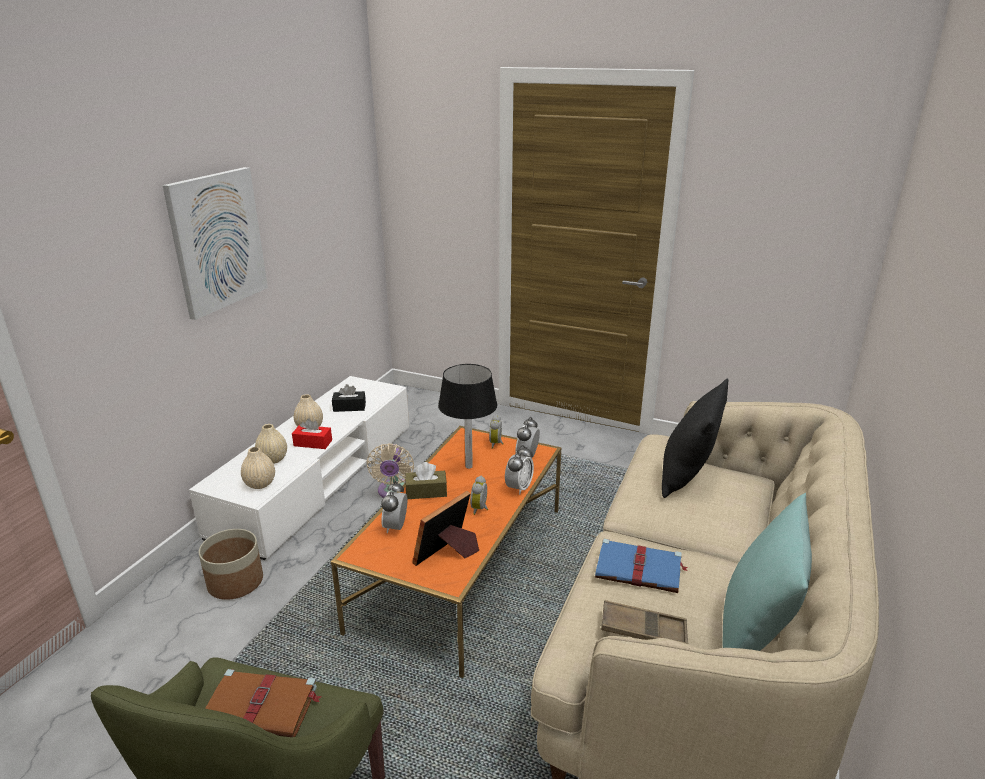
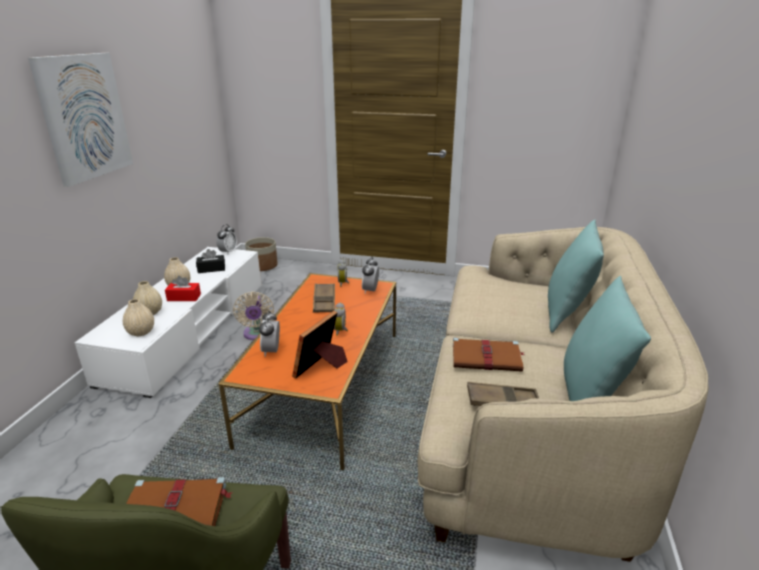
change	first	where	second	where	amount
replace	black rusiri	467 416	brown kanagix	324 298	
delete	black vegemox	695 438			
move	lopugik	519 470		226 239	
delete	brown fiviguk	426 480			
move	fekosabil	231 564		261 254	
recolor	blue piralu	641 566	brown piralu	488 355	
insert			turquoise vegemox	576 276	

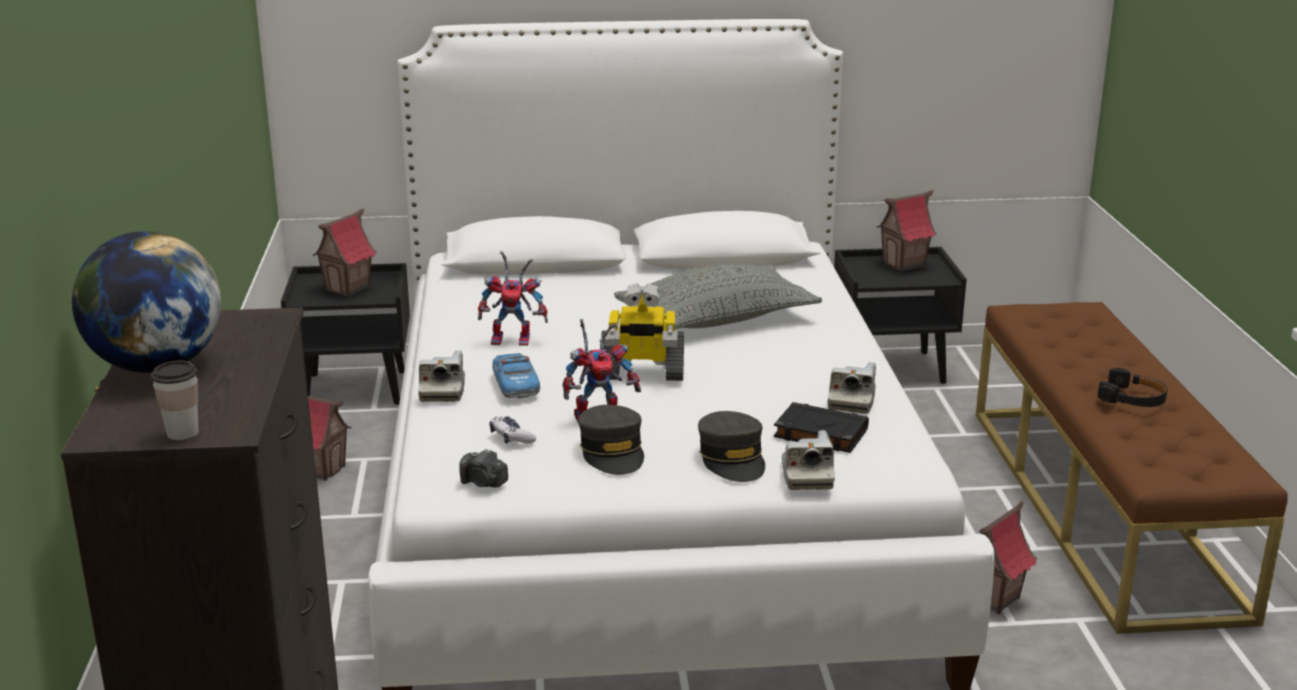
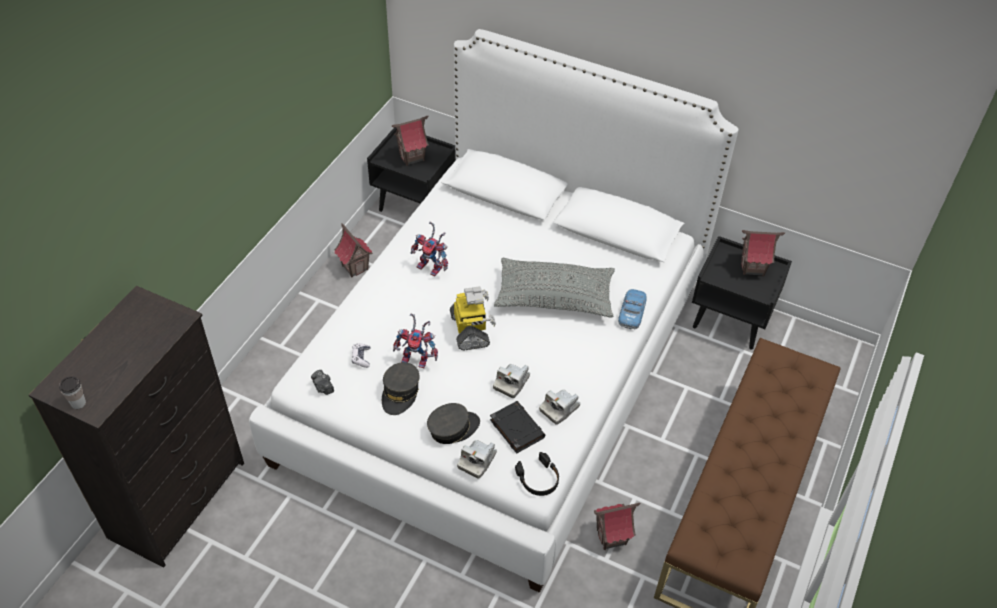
change	first	where	second	where	amount
delete	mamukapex	146 302			
rotate	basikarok	642 332		473 318	135 degrees counterclockwise
move	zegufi	441 376		511 381	
move	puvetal	516 376		632 309	
move	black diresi	1133 387		537 474	
rotate	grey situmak	731 446		453 423	135 degrees counterclockwise

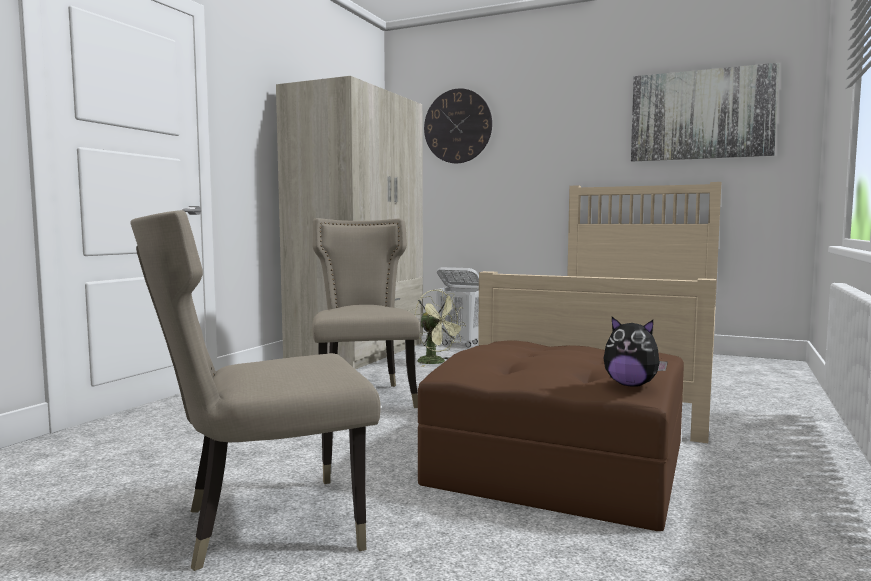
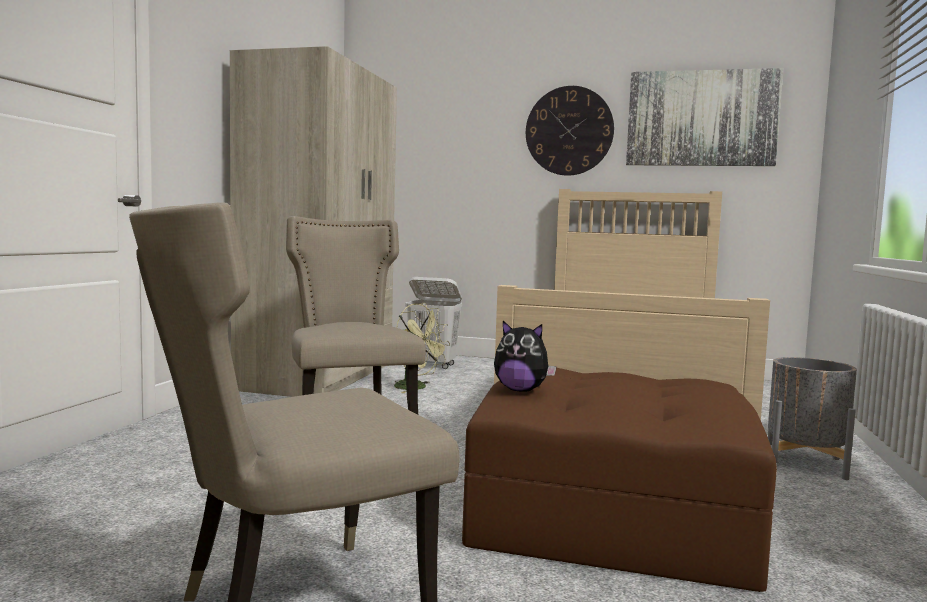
change	first	where	second	where	amount
move	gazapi	458 125		570 131	
move	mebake	635 352		525 356	
insert			grey fekosabil	812 418	

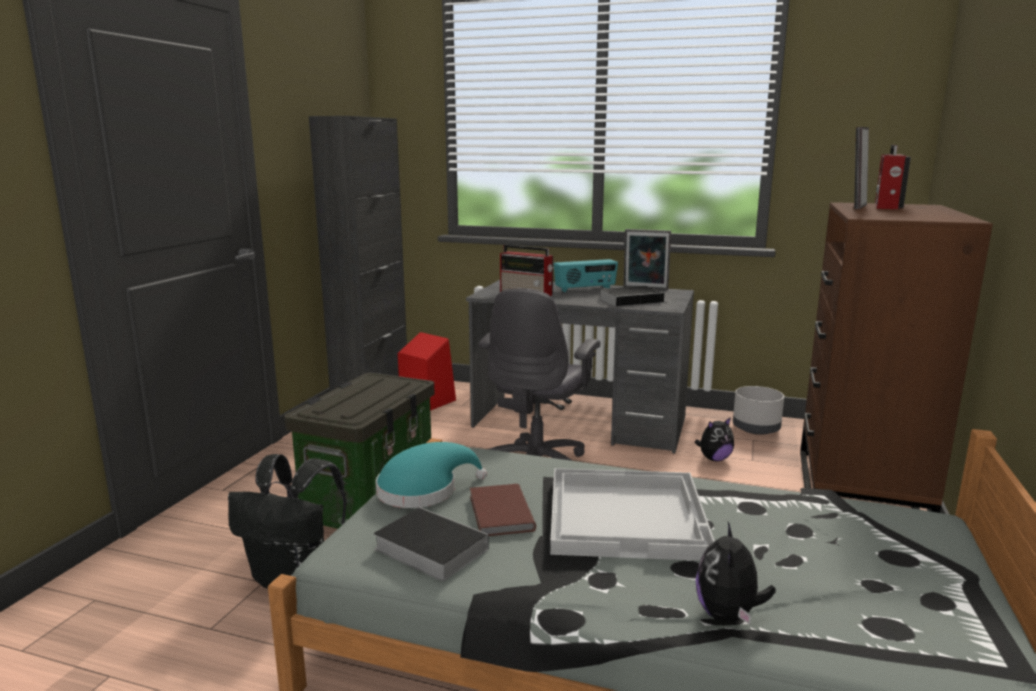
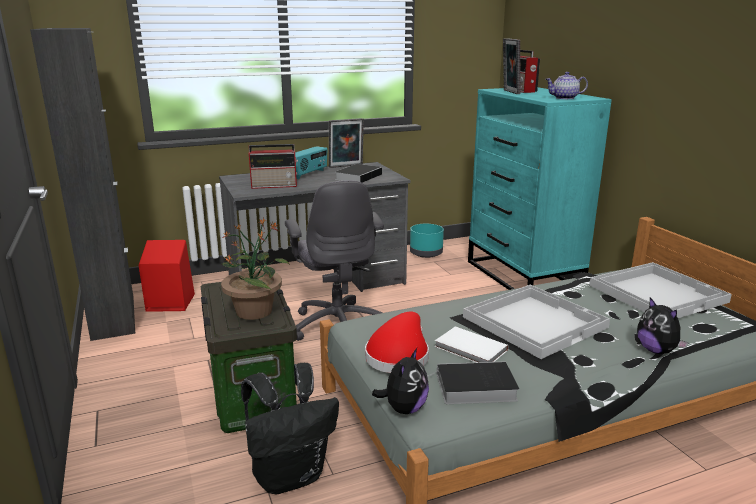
change	first	where	second	where	amount
recolor	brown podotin	896 357	turquoise podotin	540 188	
recolor	grey fekosabil	758 410	turquoise fekosabil	427 241	
move	mebake	714 439		400 381	
recolor	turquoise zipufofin	431 475	red zipufofin	397 342	
recolor	brown piralu	503 510	white piralu	471 344	
insert			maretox	566 85	
insert			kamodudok	255 269	
insert			white kanagix	660 290	

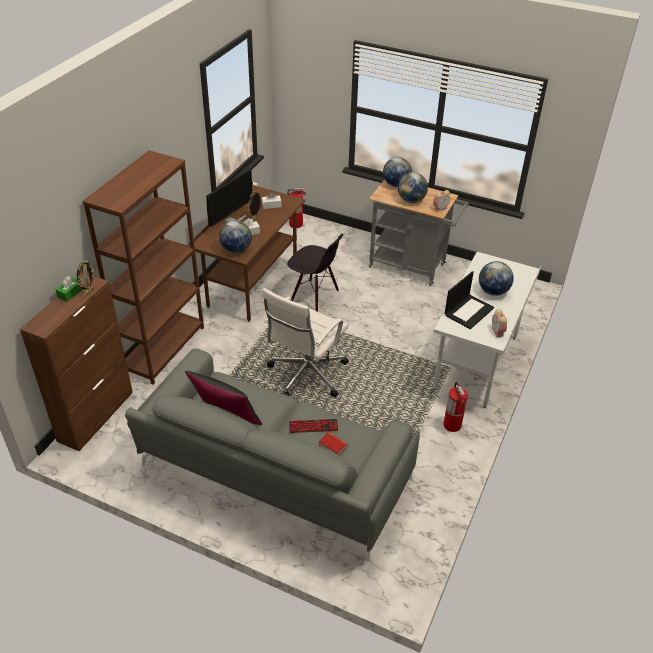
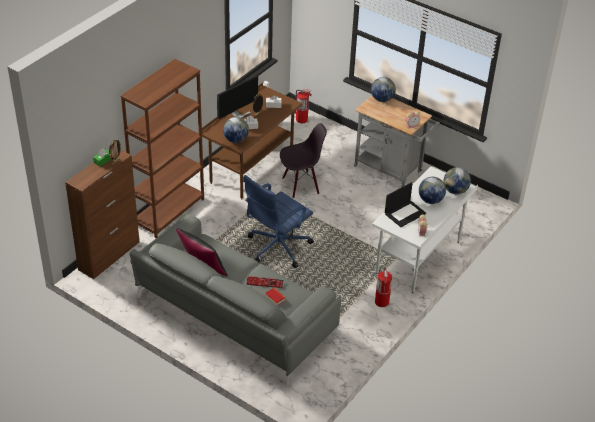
change	first	where	second	where	amount
move	mamukapex	413 187		457 181	
rotate	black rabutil	315 273		303 160	60 degrees counterclockwise
recolor	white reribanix	305 342	blue reribanix	278 221	

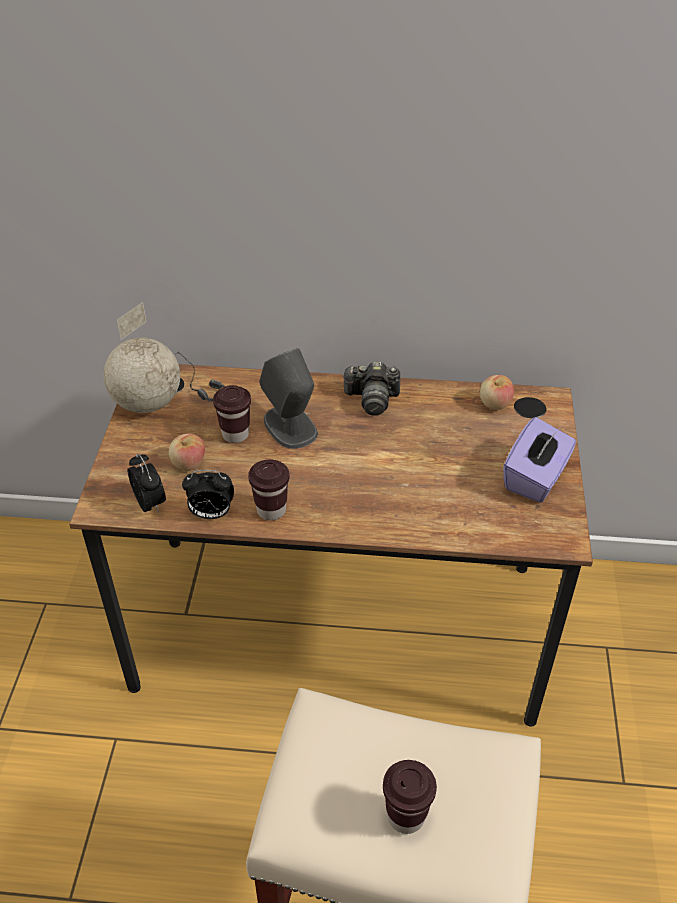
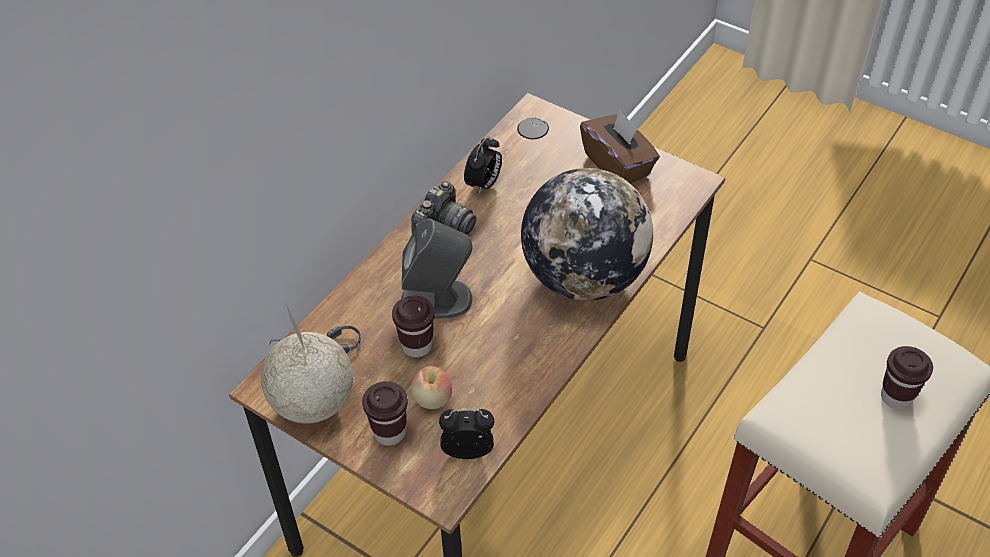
change	first	where	second	where	amount
delete	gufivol	497 392			
recolor	purple fiviguk	539 460	brown fiviguk	620 147	
move	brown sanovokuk	268 490		385 413	
move	lopugik	208 494		483 165	
insert			mamukapex	587 234	

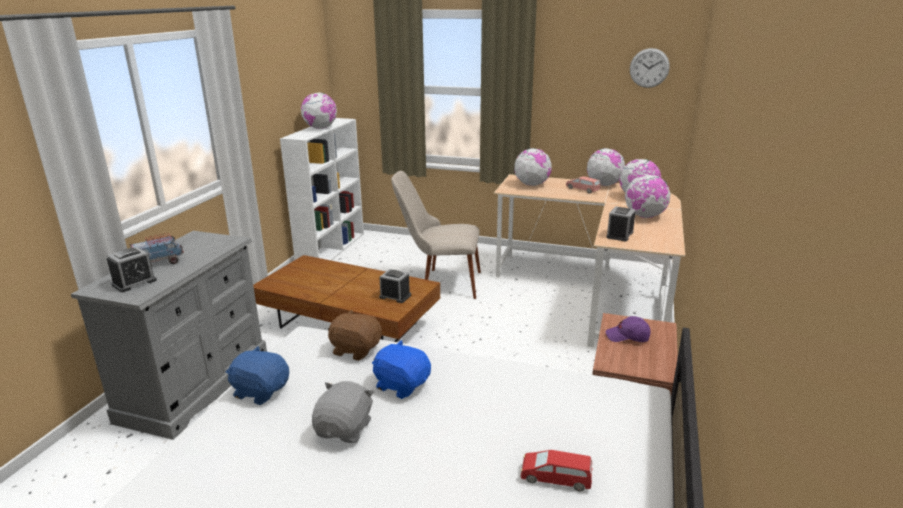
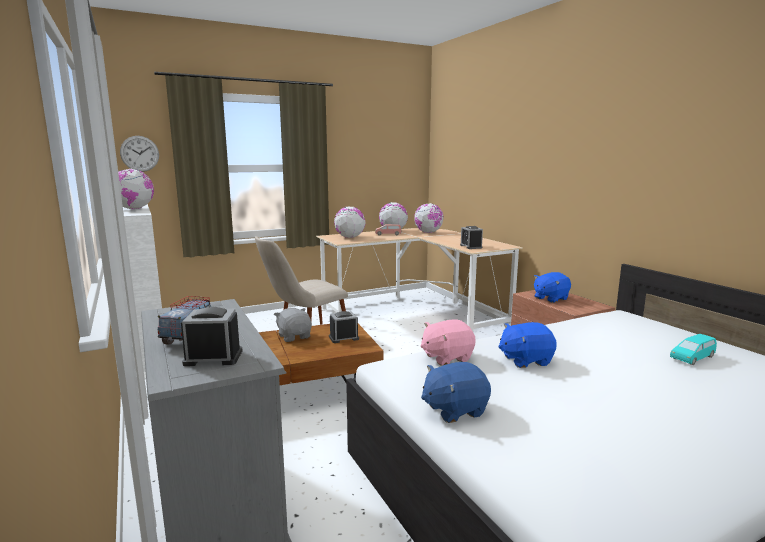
change	first	where	second	where	amount
move	gazapi	650 68		139 154	
delete	mamukapex	648 196			
rotate	lopugik	132 269		211 336	90 degrees counterclockwise
recolor	brown mebake	355 335	pink mebake	448 343	
replace	purple situmak	628 329	blue mebake	552 287	
move	grey mebake	343 412		293 325	
recolor	red puvetal	556 471	turquoise puvetal	693 349	

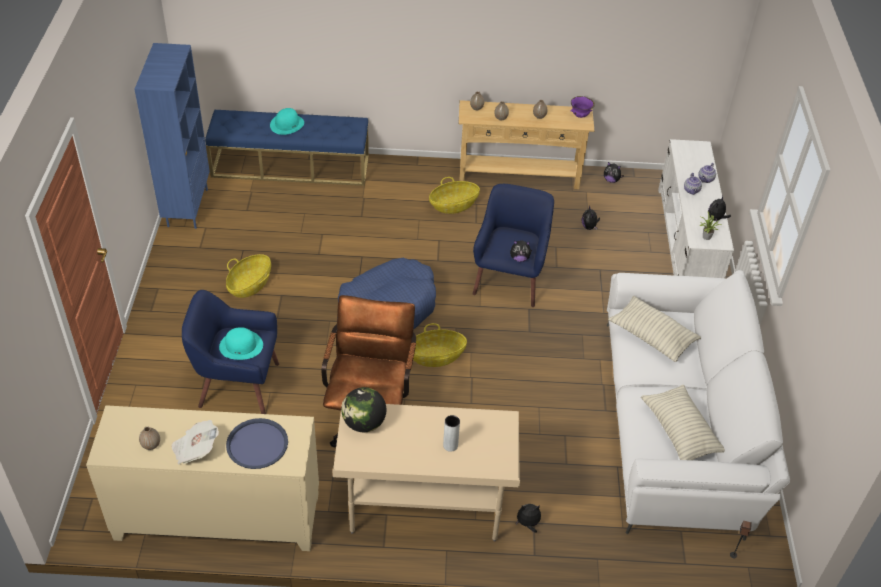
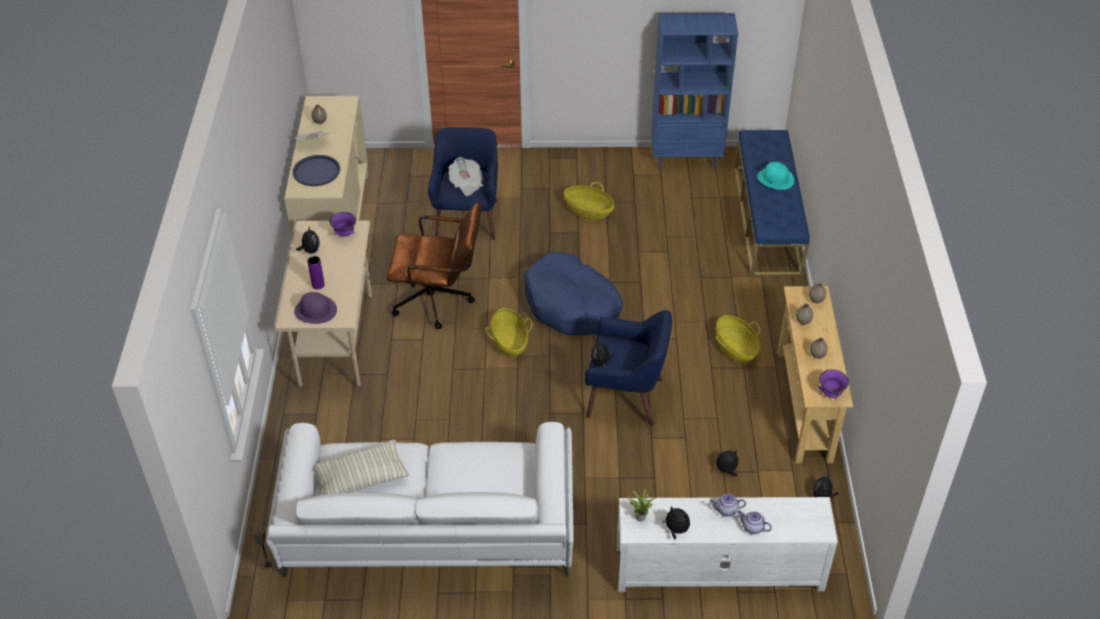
change	first	where	second	where	amount
delete	vegemox	654 329			
replace	turquoise zipufofin	241 343	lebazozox	466 176	
replace	mamukapex	363 409	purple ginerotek	343 224	
recolor	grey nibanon	451 433	purple nibanon	316 272	
move	mebake	528 518		308 239	
insert			purple zipufofin	315 308	

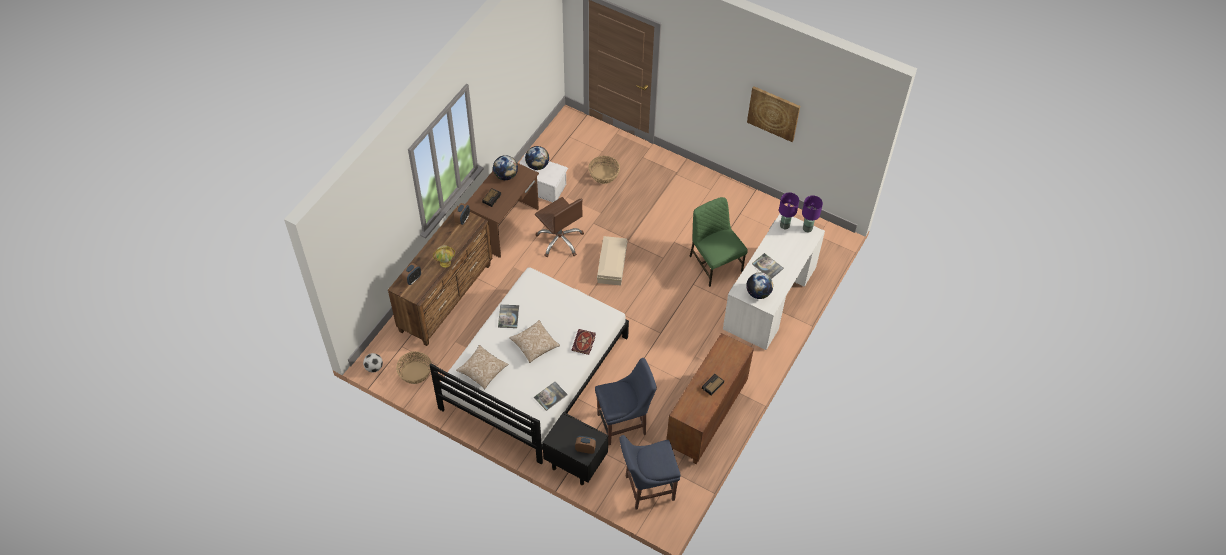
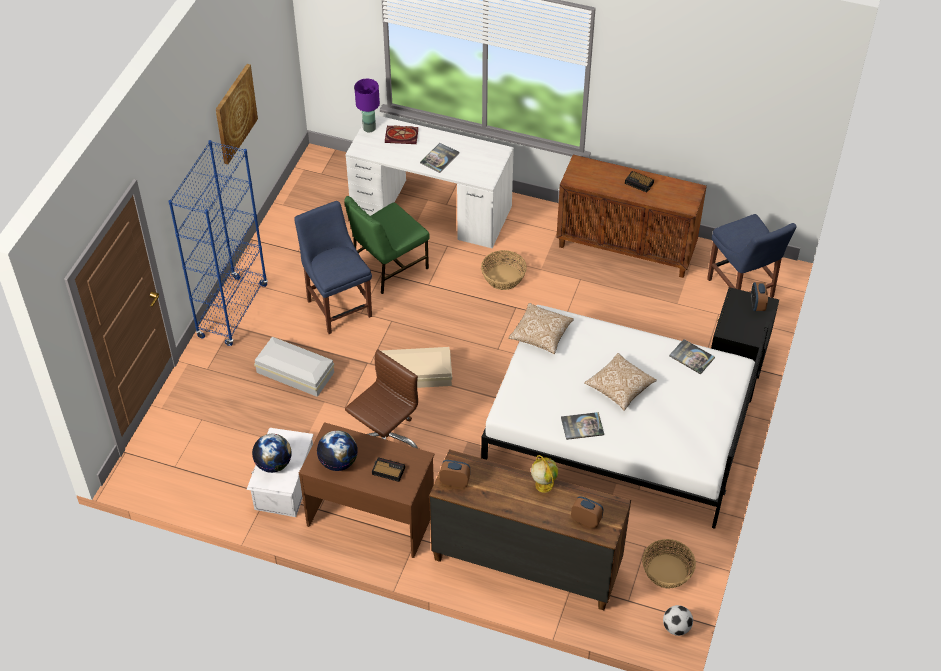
change	first	where	second	where	amount
move	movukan	604 170		504 270	
delete	purple rusiri	789 210			
delete	mamukapex	760 285			
move	piralu	584 342		401 134	
move	vegemox	482 367		541 328	
move	blue rabutil	626 401		333 267	
insert			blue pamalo	218 243	
insert			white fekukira	294 367	

